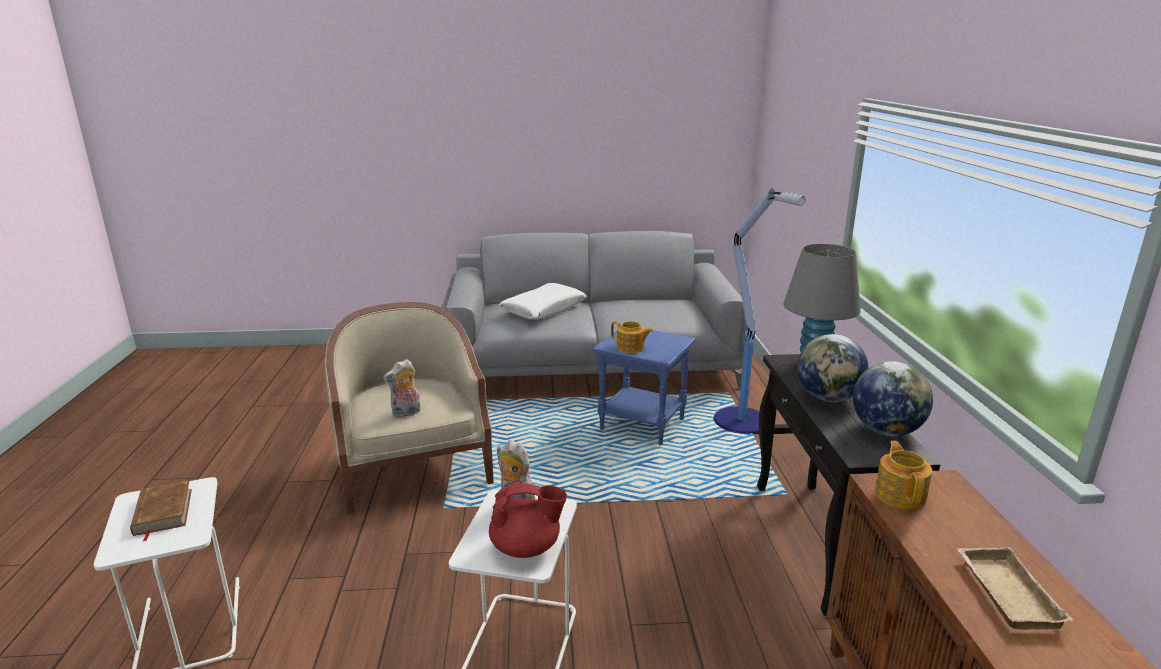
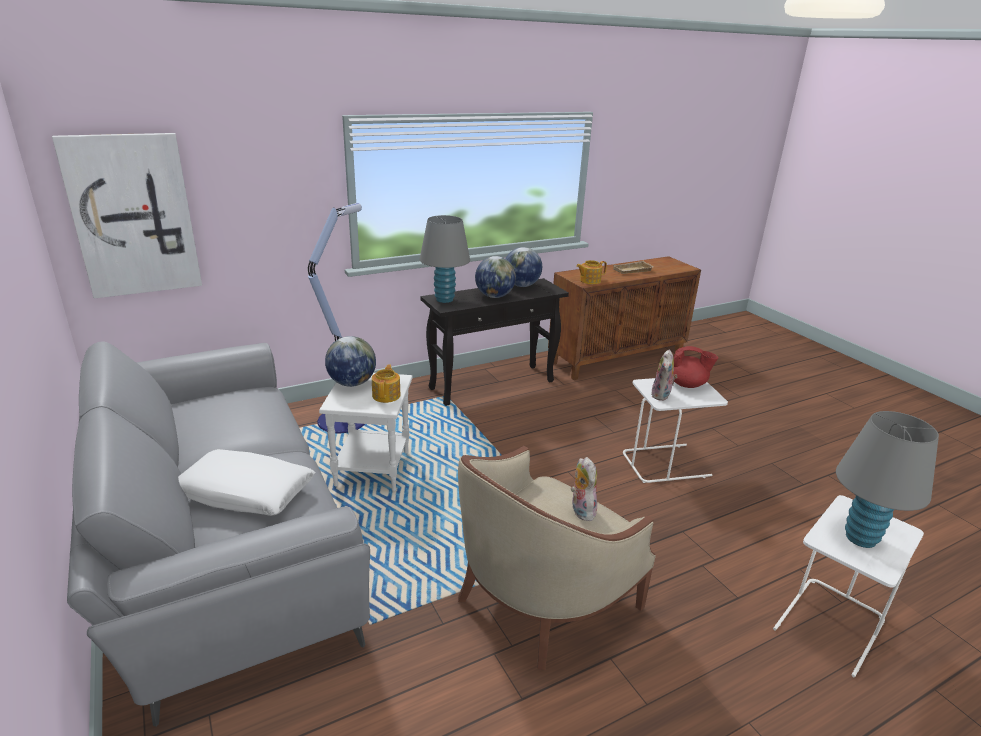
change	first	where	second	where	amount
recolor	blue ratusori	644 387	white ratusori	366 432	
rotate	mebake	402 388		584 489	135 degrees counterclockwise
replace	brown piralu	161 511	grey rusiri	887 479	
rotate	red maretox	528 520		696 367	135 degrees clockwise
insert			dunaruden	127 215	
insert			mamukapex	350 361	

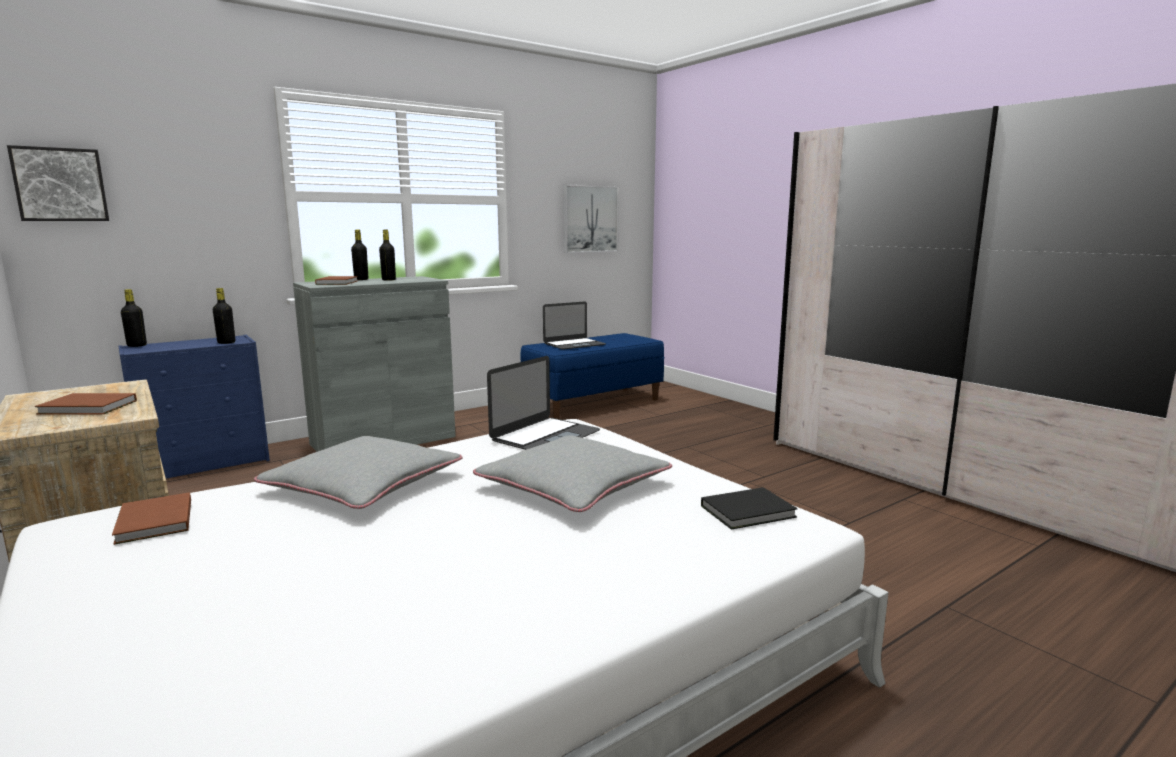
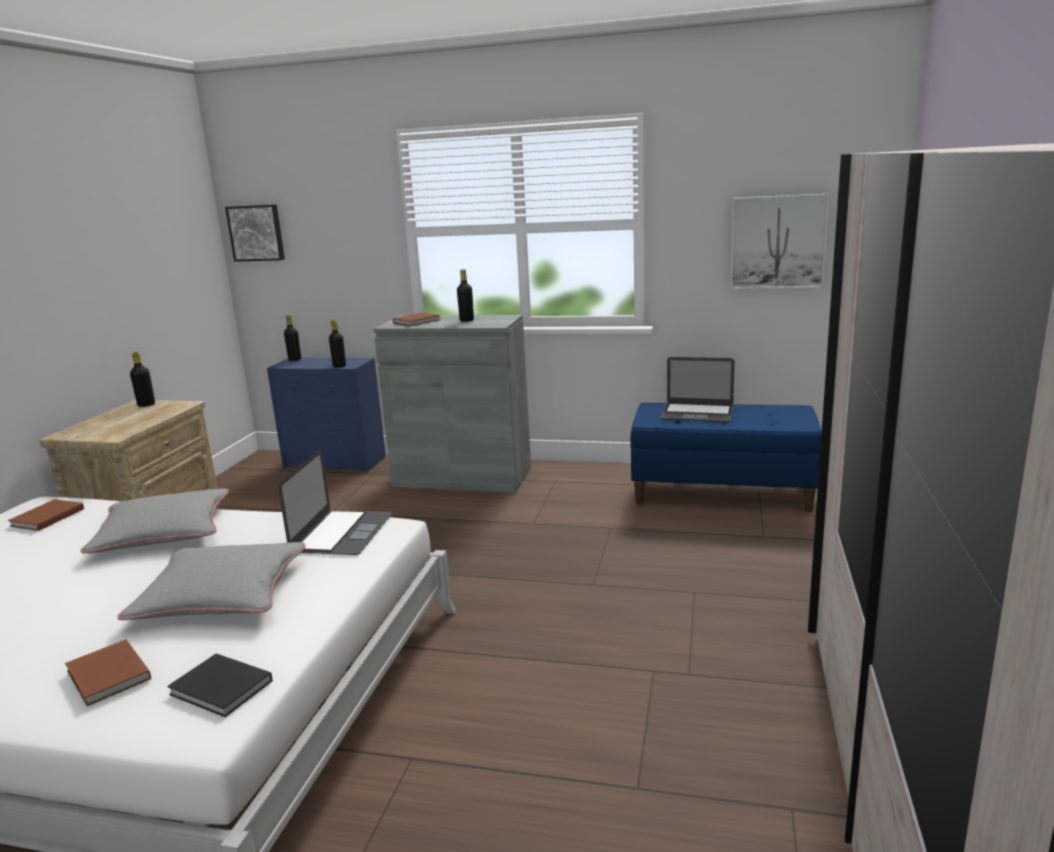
change	first	where	second	where	amount
move	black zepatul	359 254		142 379	
rotate	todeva	543 403		335 502	75 degrees counterclockwise
move	brown piralu	86 404		108 672	

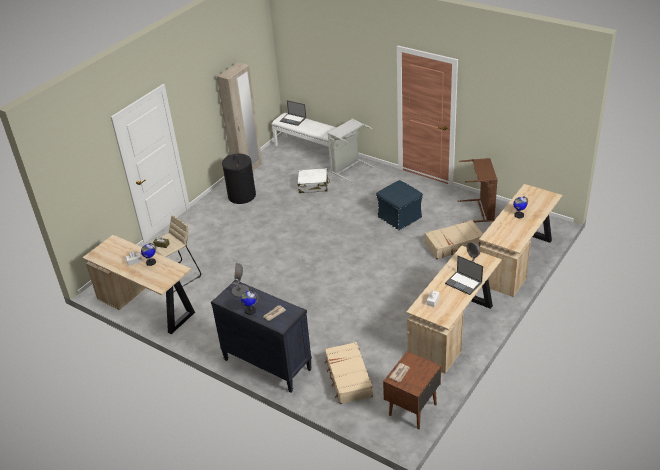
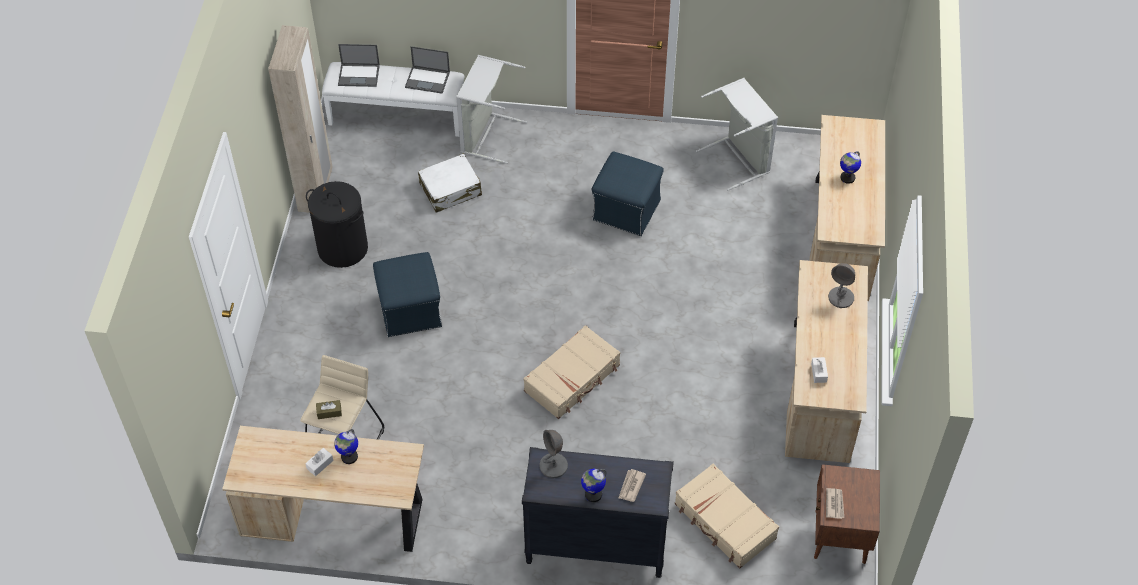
change	first	where	second	where	amount
recolor	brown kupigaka	478 190	grey kupigaka	737 134	
move	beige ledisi	454 239		571 372	
move	todeva	464 275		427 70	
insert			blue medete	407 294	

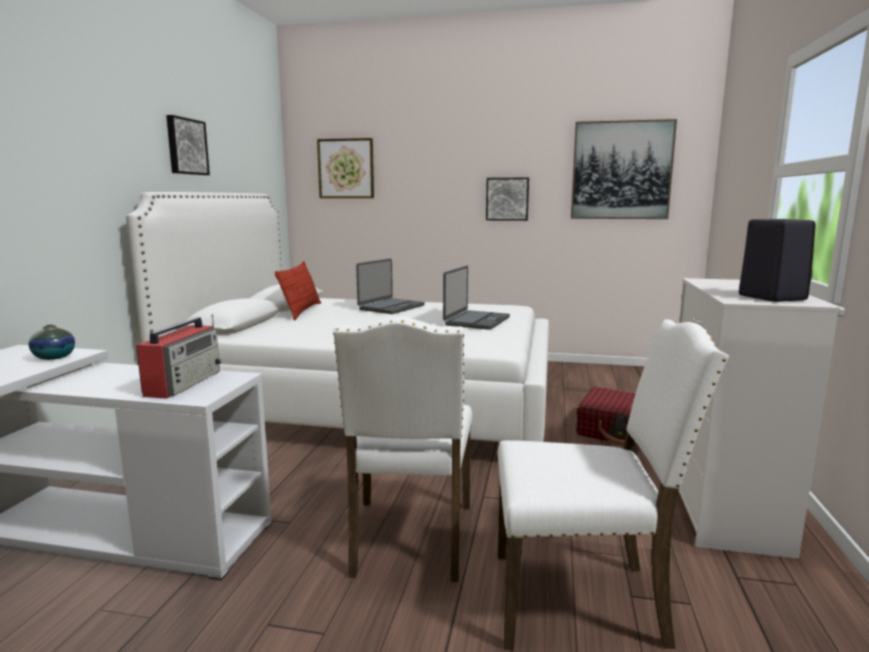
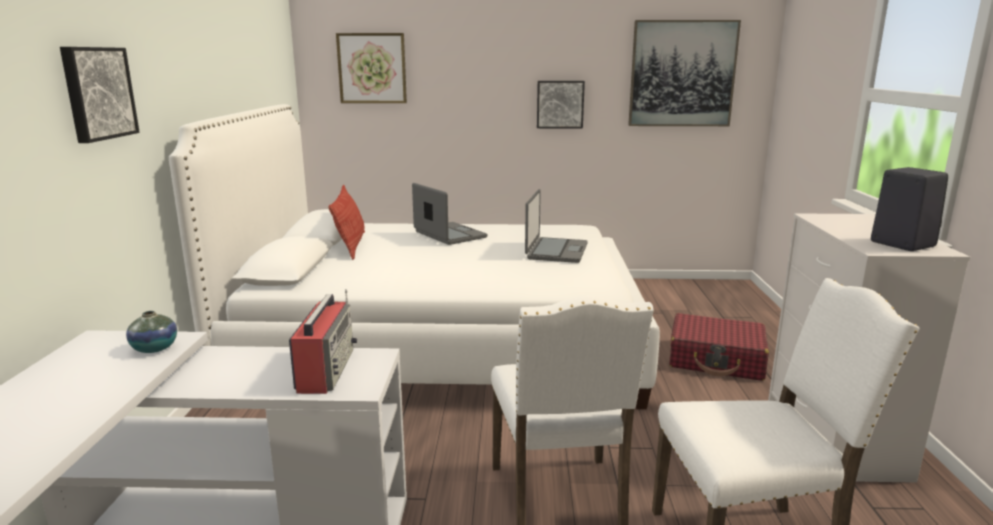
change	first	where	second	where	amount
move	dunaruden	188 145		100 95	
rotate	todeva	390 286		449 214	60 degrees counterclockwise

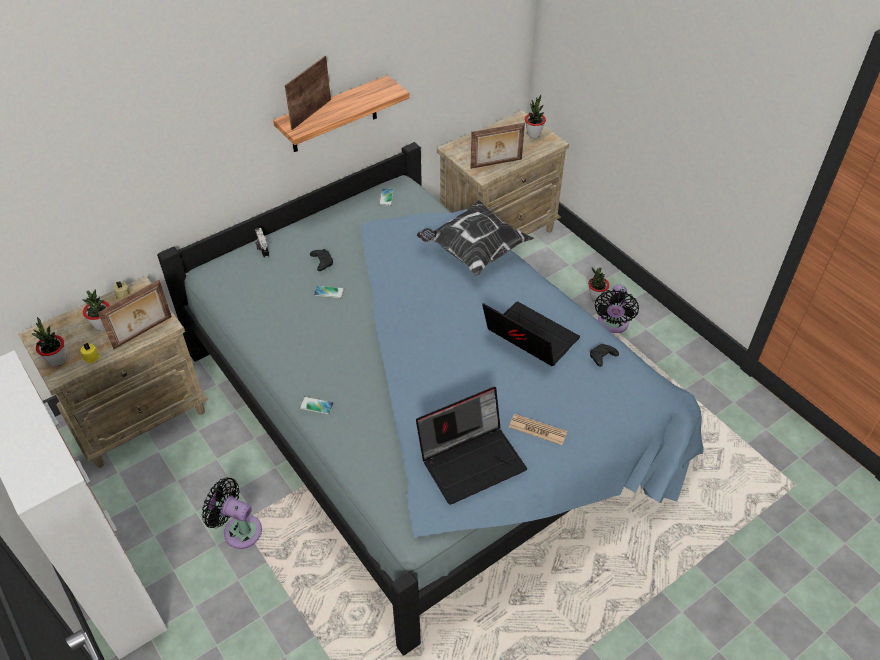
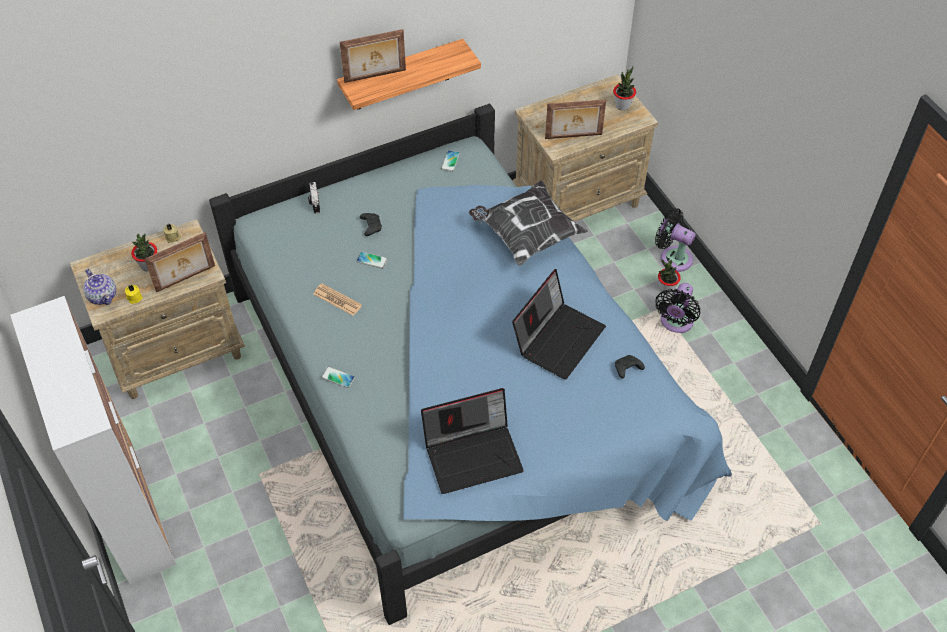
change	first	where	second	where	amount
rotate	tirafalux	308 93		373 56	150 degrees counterclockwise
rotate	todeva	531 333		559 324	75 degrees clockwise
replace	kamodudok	49 341	maretox	99 287	
move	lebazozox	538 429		337 299	
move	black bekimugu	232 513		675 240	

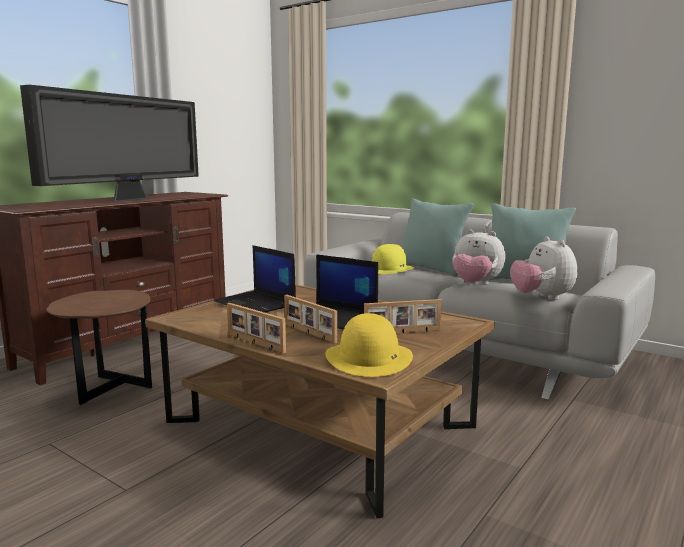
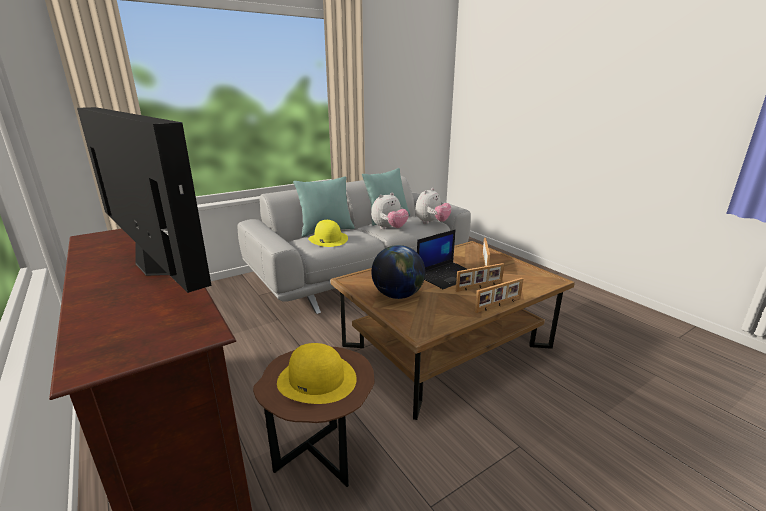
change	first	where	second	where	amount
rotate	mebake	543 268		433 206	60 degrees counterclockwise
replace	todeva	255 279	mamukapex	398 272	
move	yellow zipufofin	369 345		317 373	

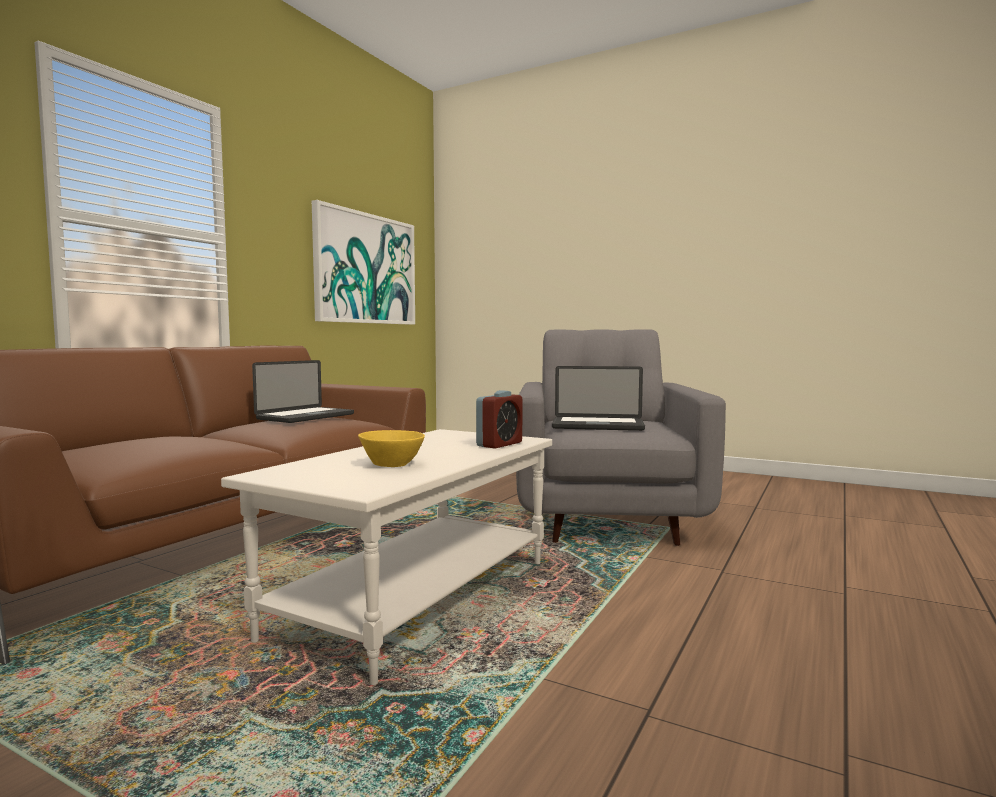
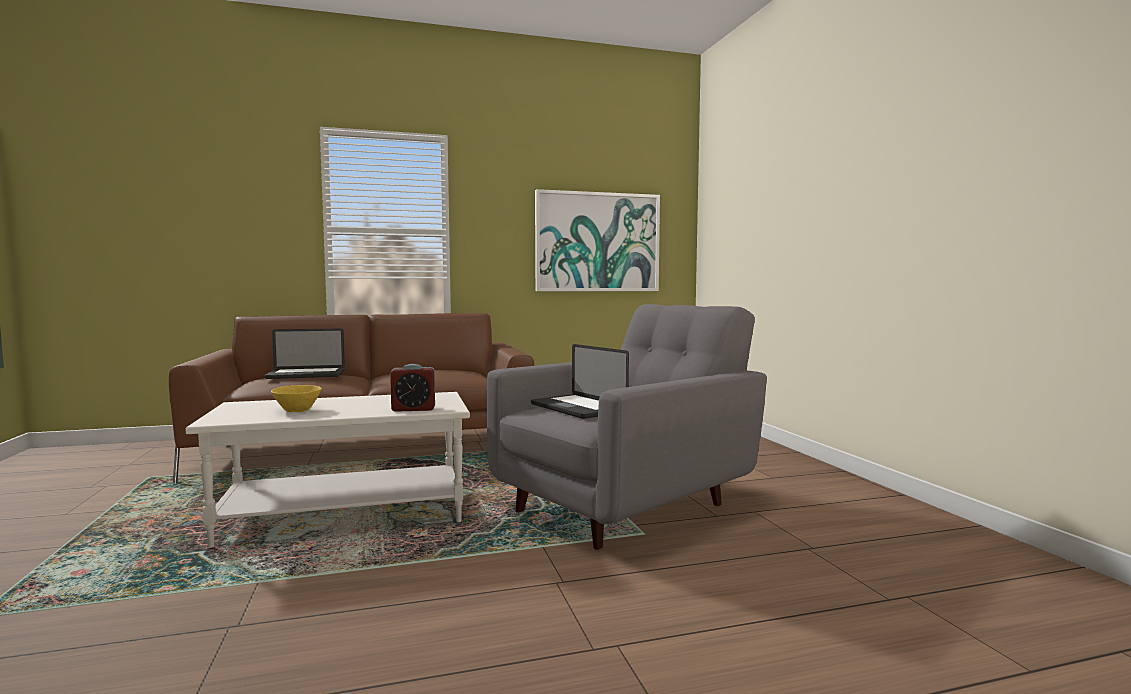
change	first	where	second	where	amount
move	todeva	303 391		304 354	

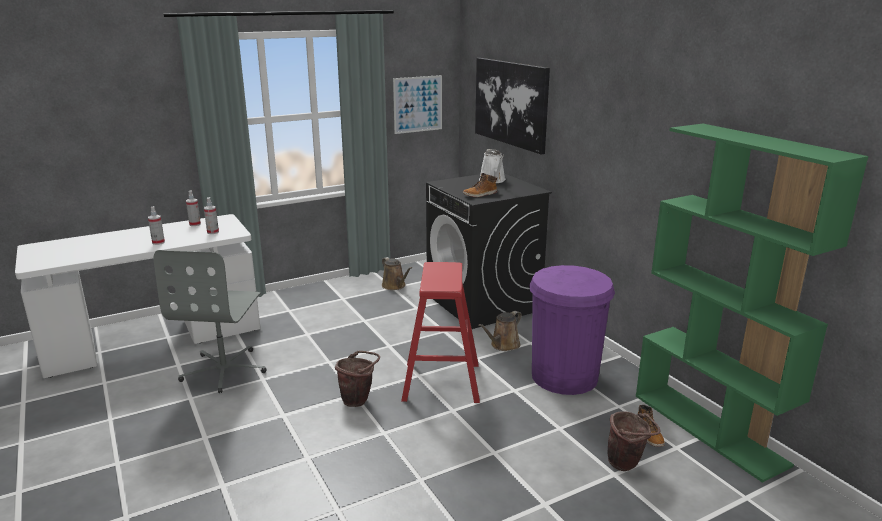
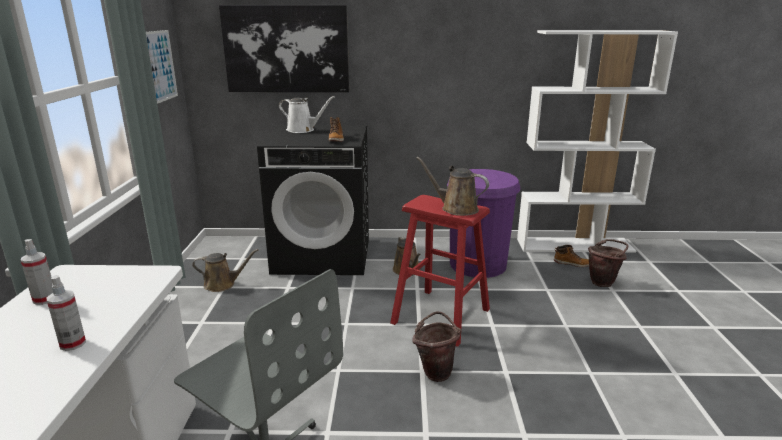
change	first	where	second	where	amount
recolor	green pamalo	752 303	white pamalo	597 141	
delete	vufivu	211 215			
insert			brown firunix	452 186	

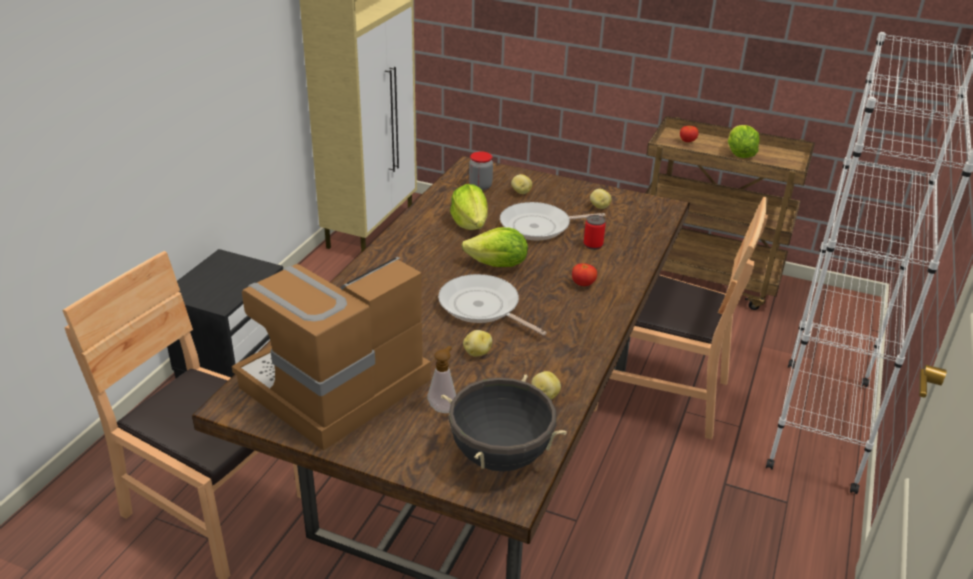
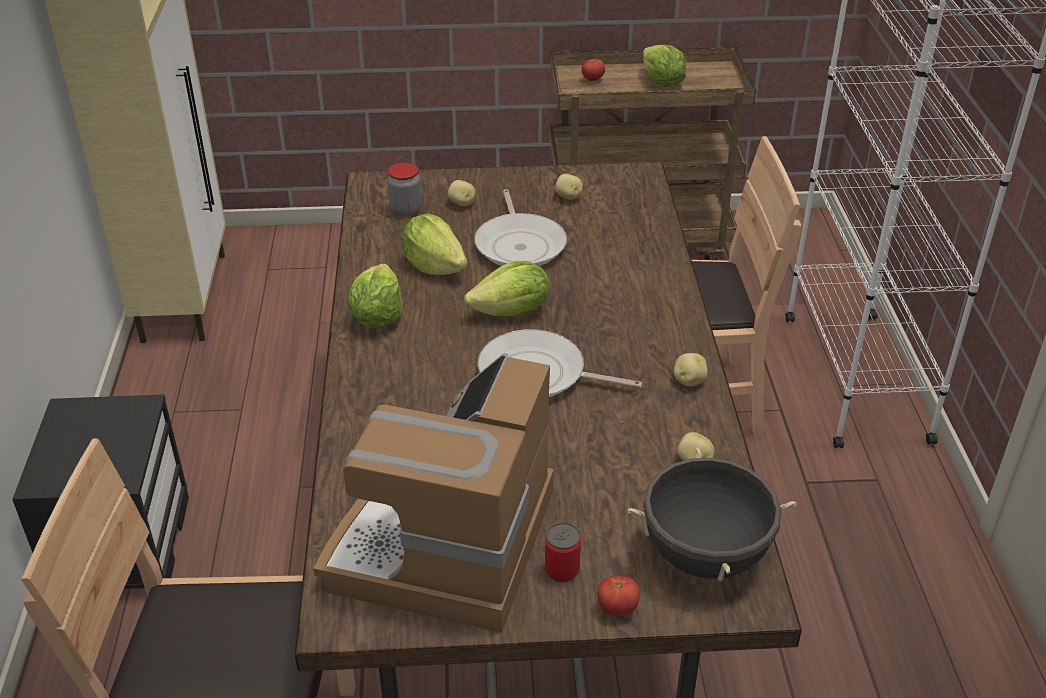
change	first	where	second	where	amount
rotate	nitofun	552 221		520 227	60 degrees counterclockwise
move	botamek	595 232		563 552	
move	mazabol	584 274		618 595	
move	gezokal	477 343		691 370	
delete	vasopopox	441 379			
insert			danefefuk	375 295	

